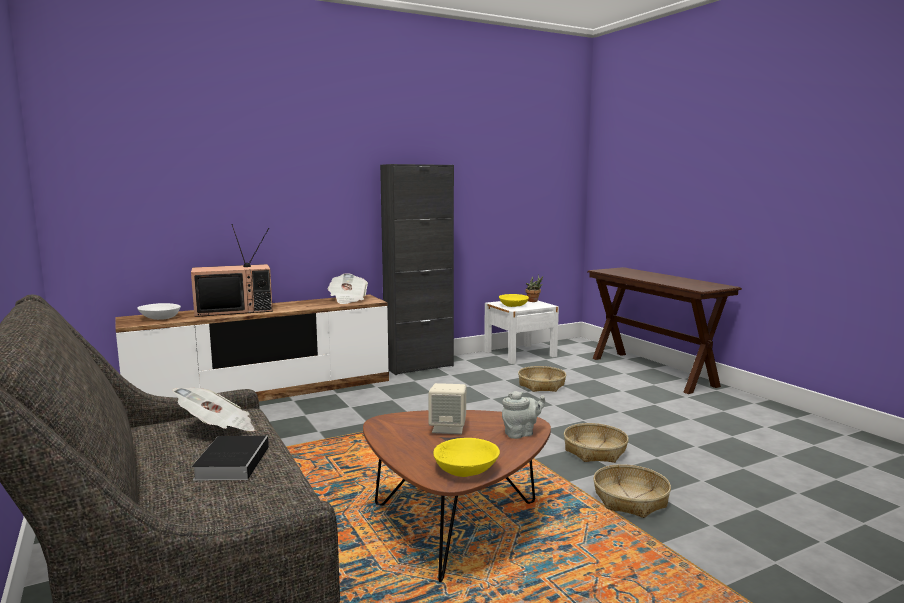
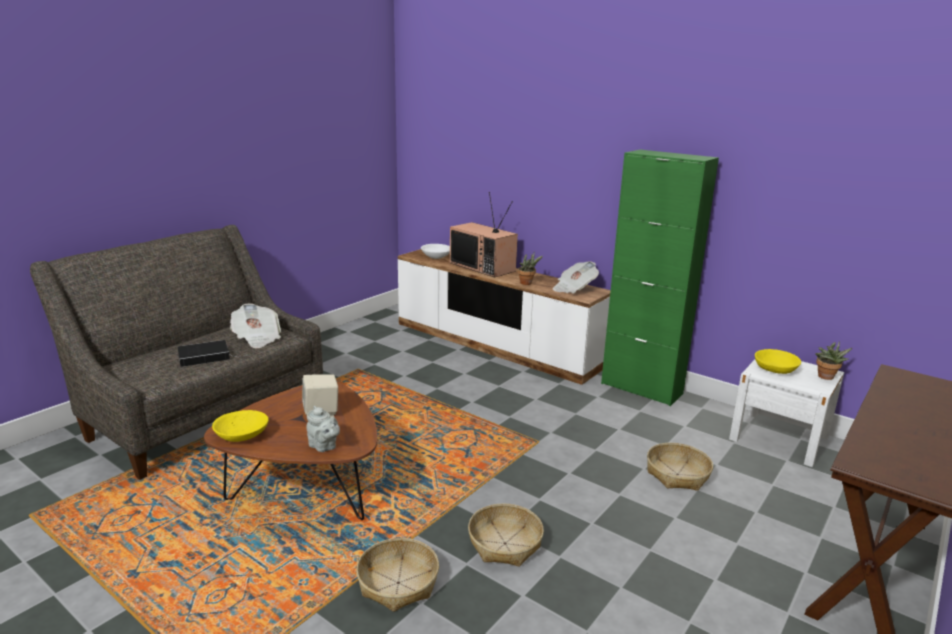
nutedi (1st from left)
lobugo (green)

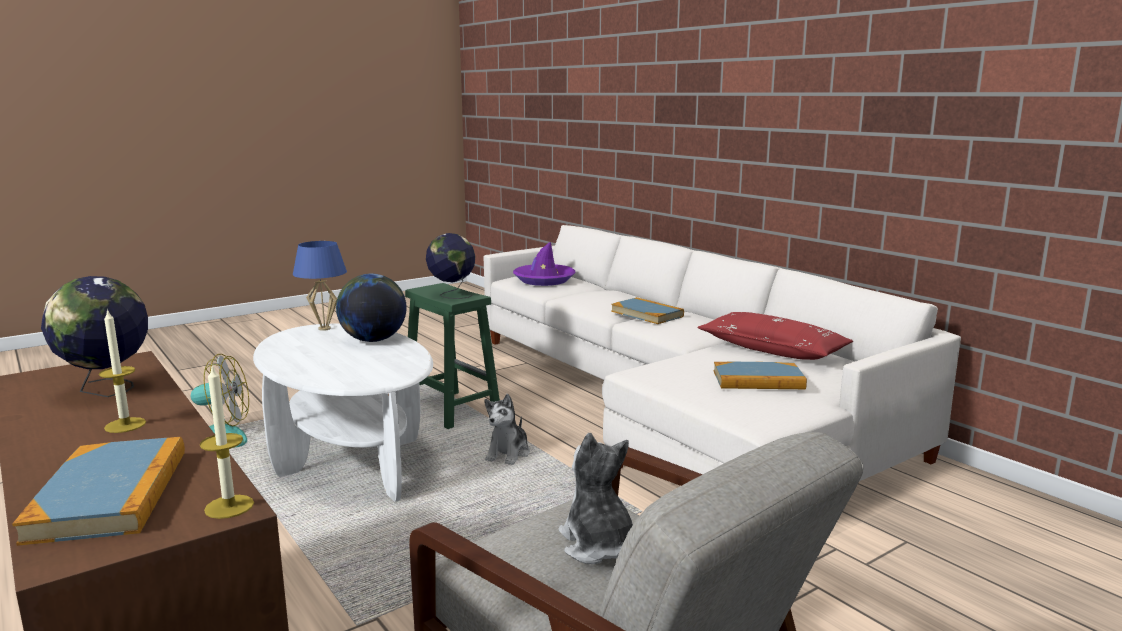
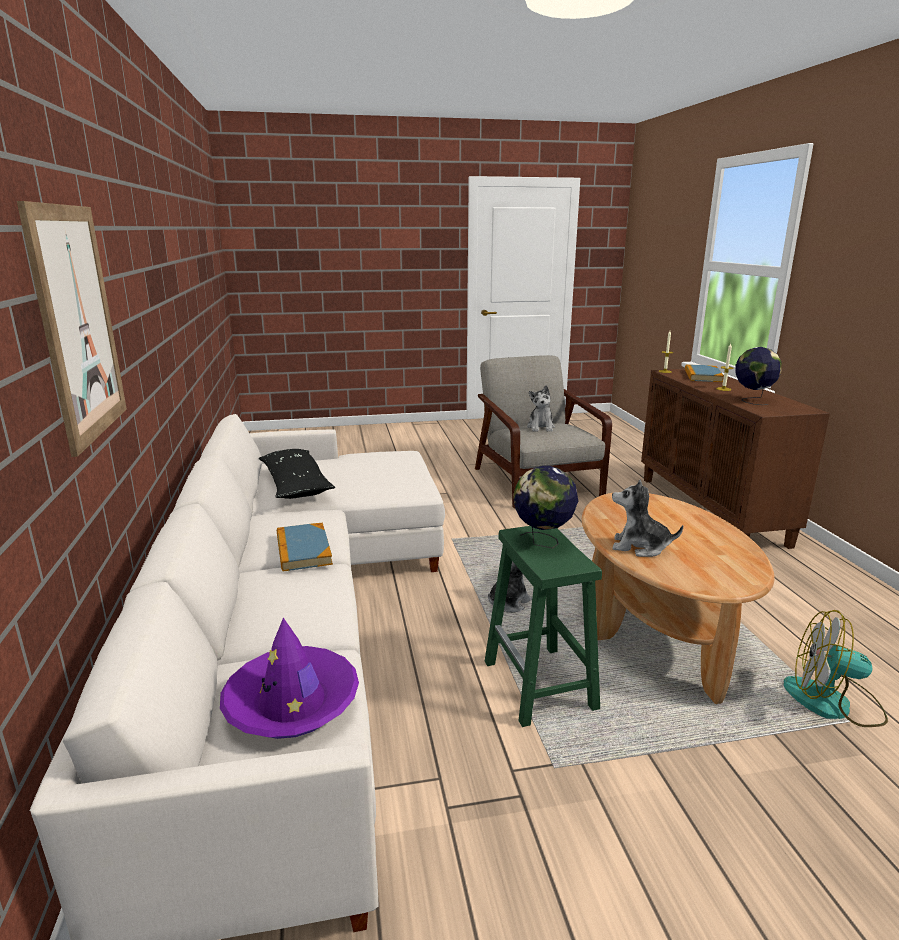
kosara
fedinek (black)
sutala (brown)
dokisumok (3rd from left)
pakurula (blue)
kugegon (3rd from left in the first image)

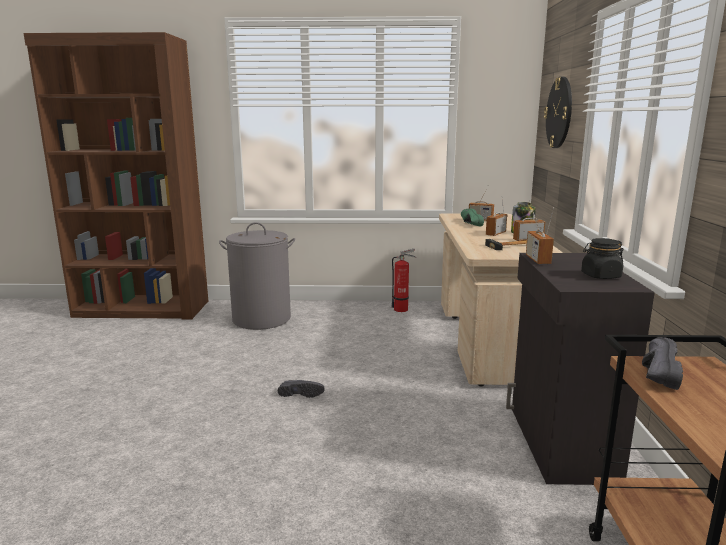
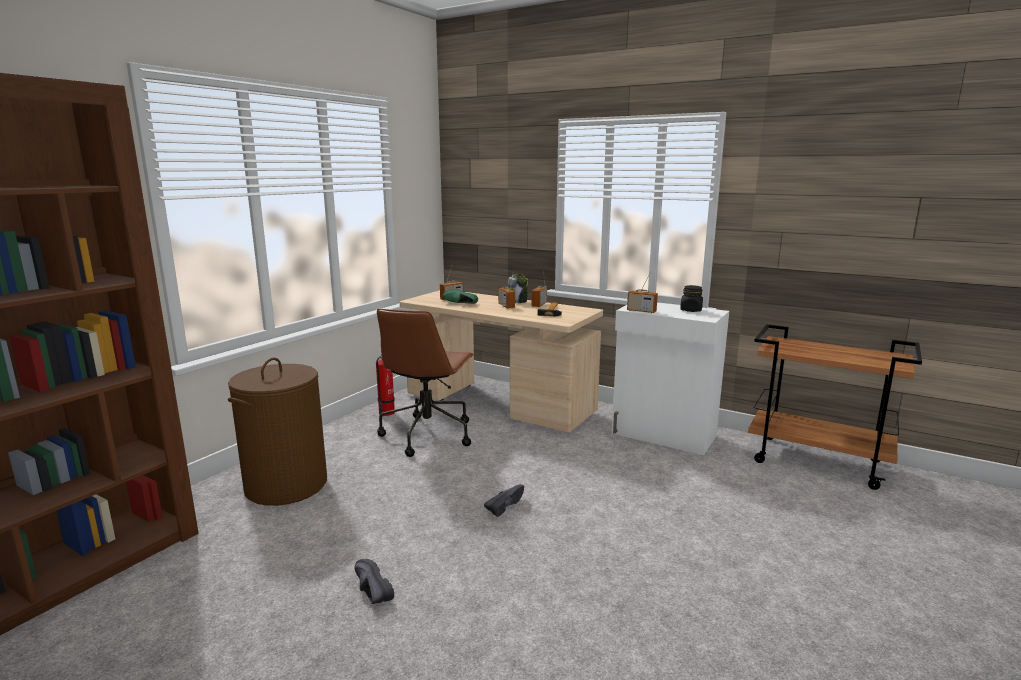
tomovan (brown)
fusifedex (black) (1st from left)
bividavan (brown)
lobugo (white)
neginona

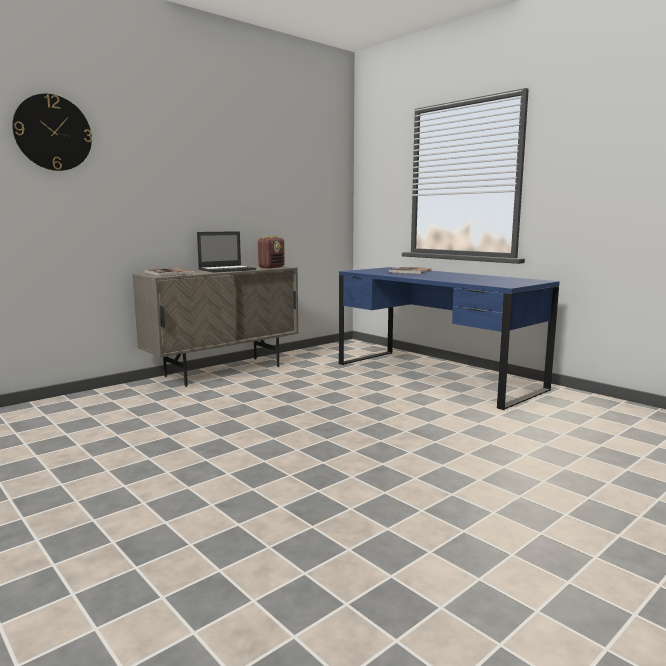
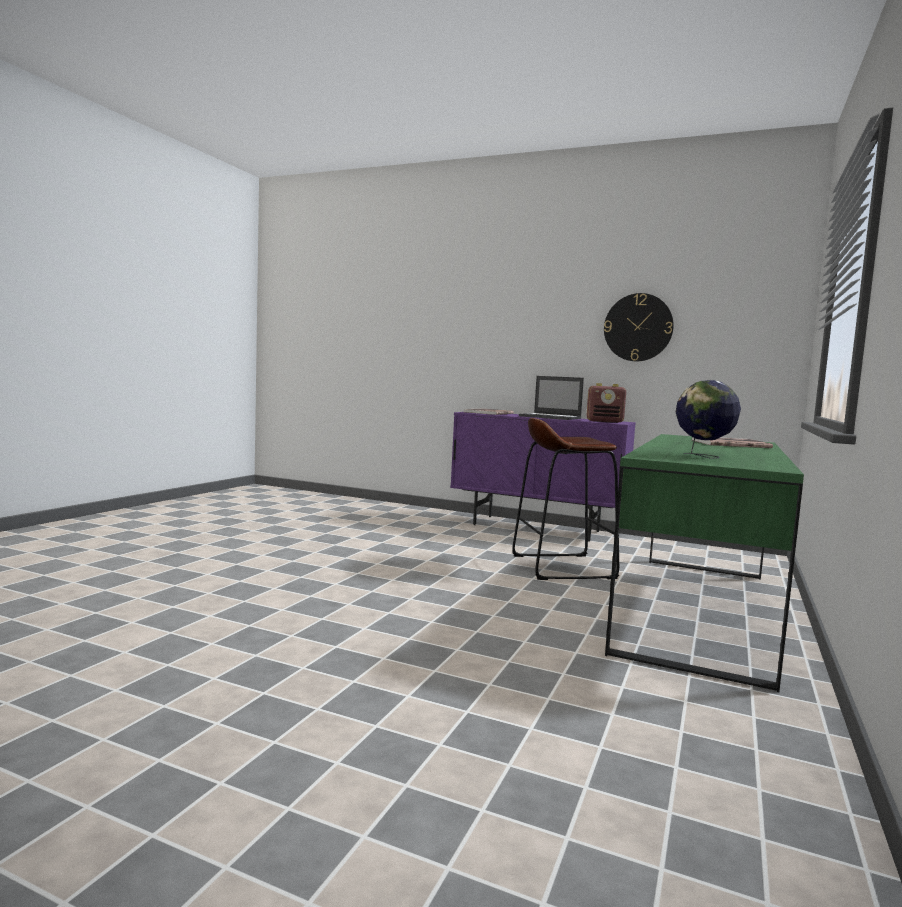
lobugo (purple)
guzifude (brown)
neginona
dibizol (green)
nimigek

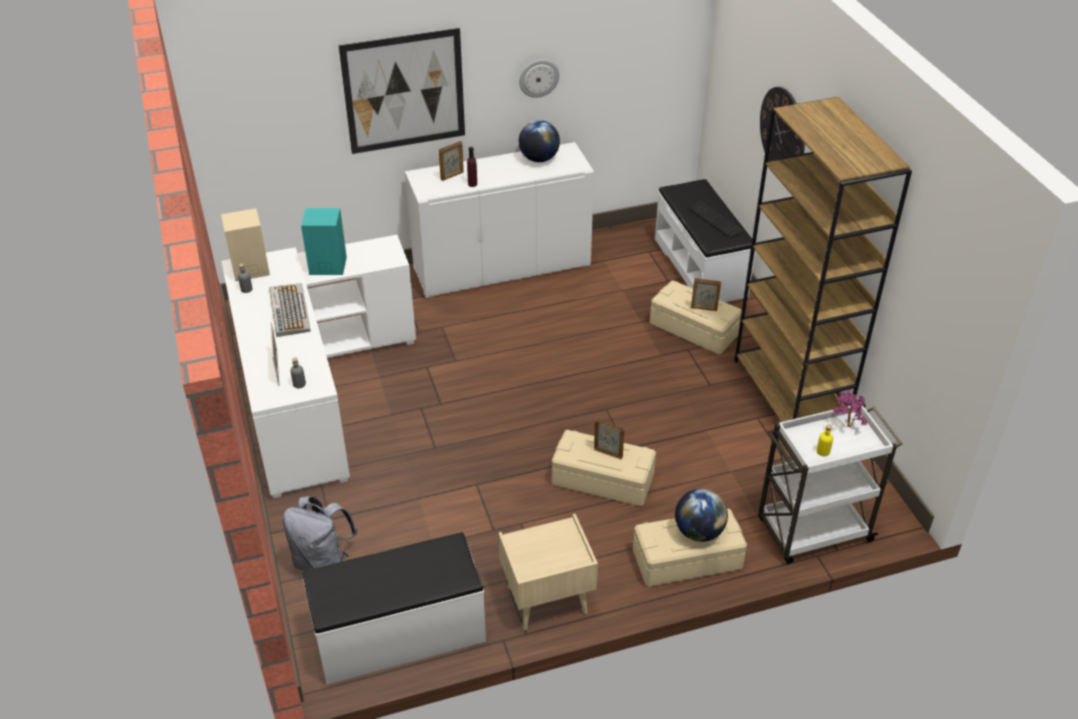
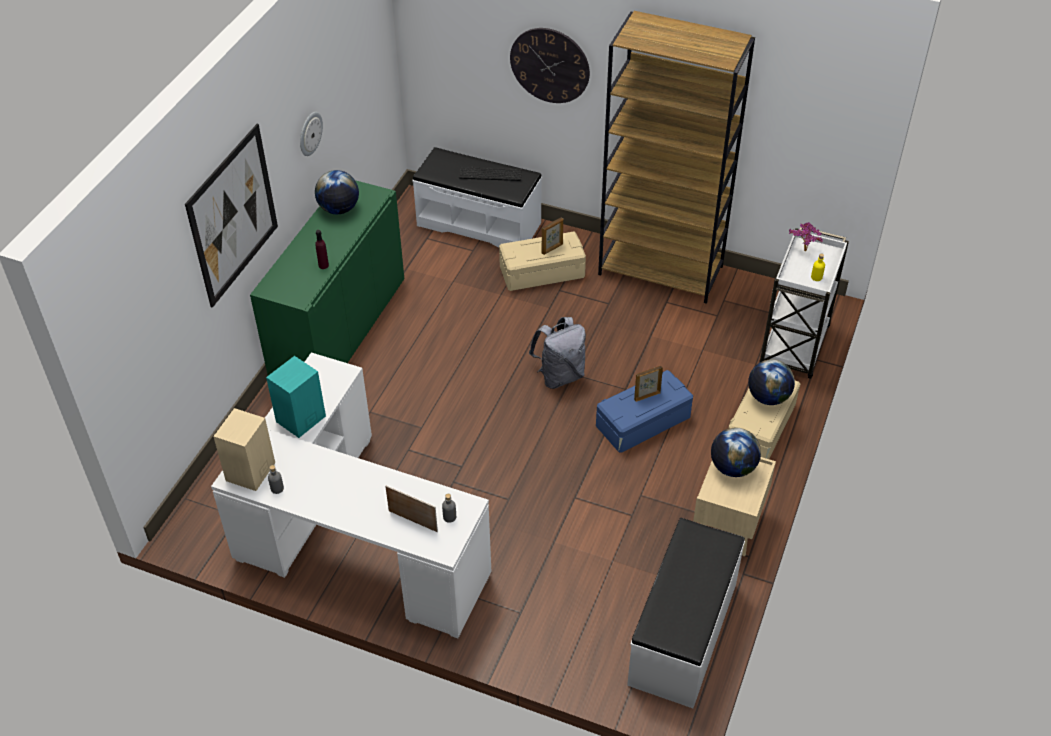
lobugo (green)
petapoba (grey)
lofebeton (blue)
nimigek (2nd from left)
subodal (1st from left in the first image)
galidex (2nd from left in the first image)

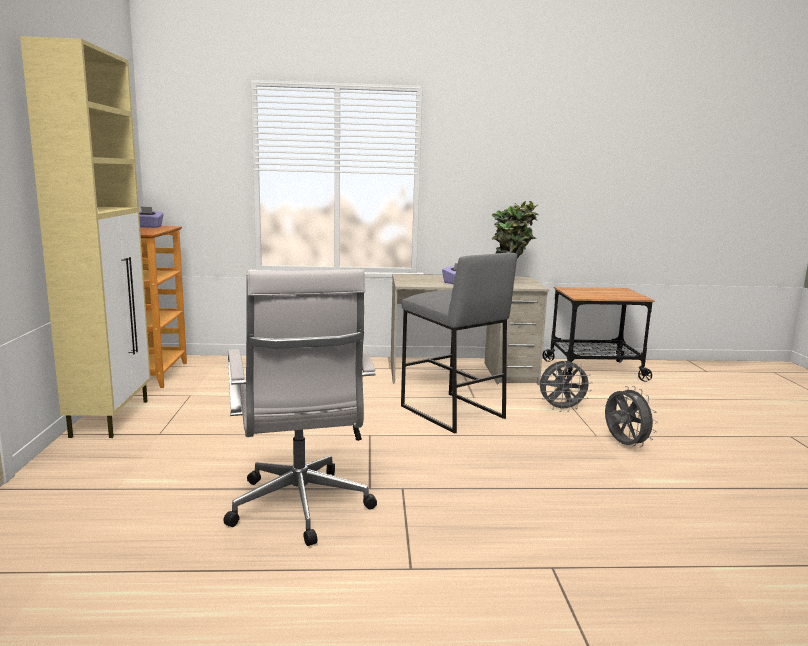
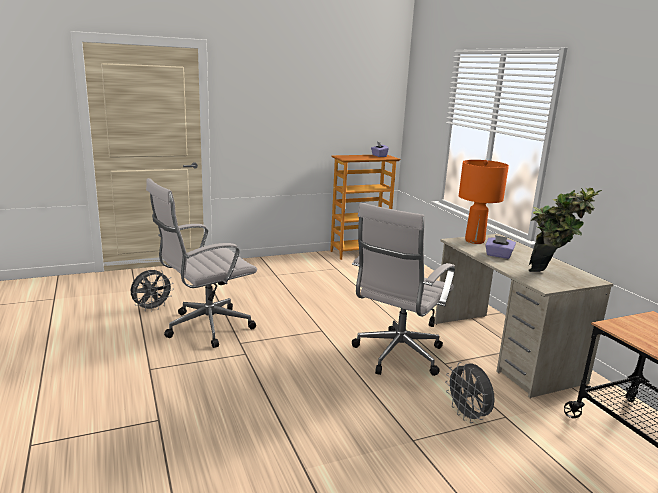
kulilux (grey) (1st from left)
bividavan (white) (2nd from left)
pakurula (orange)
lobugo (beige)

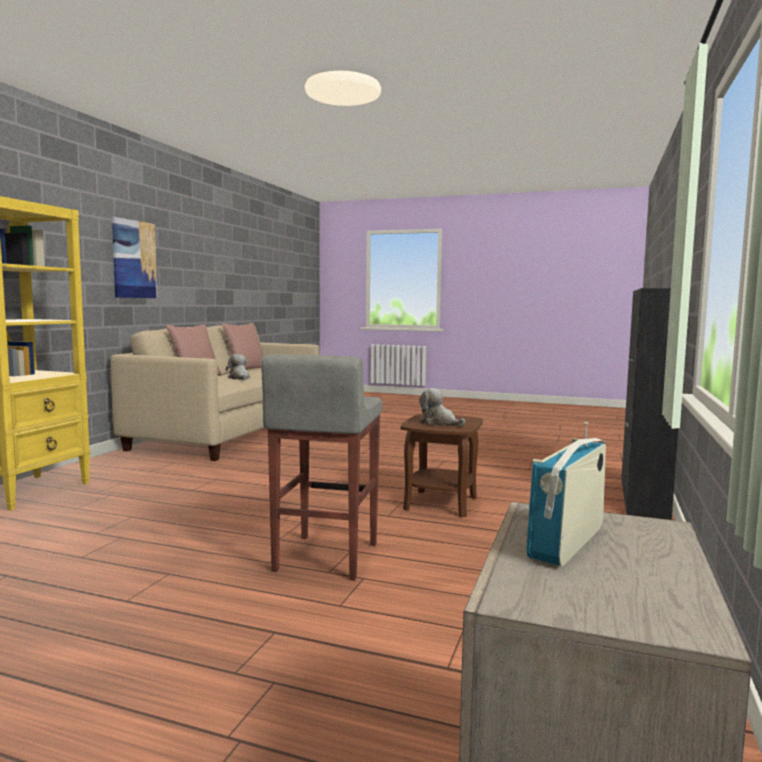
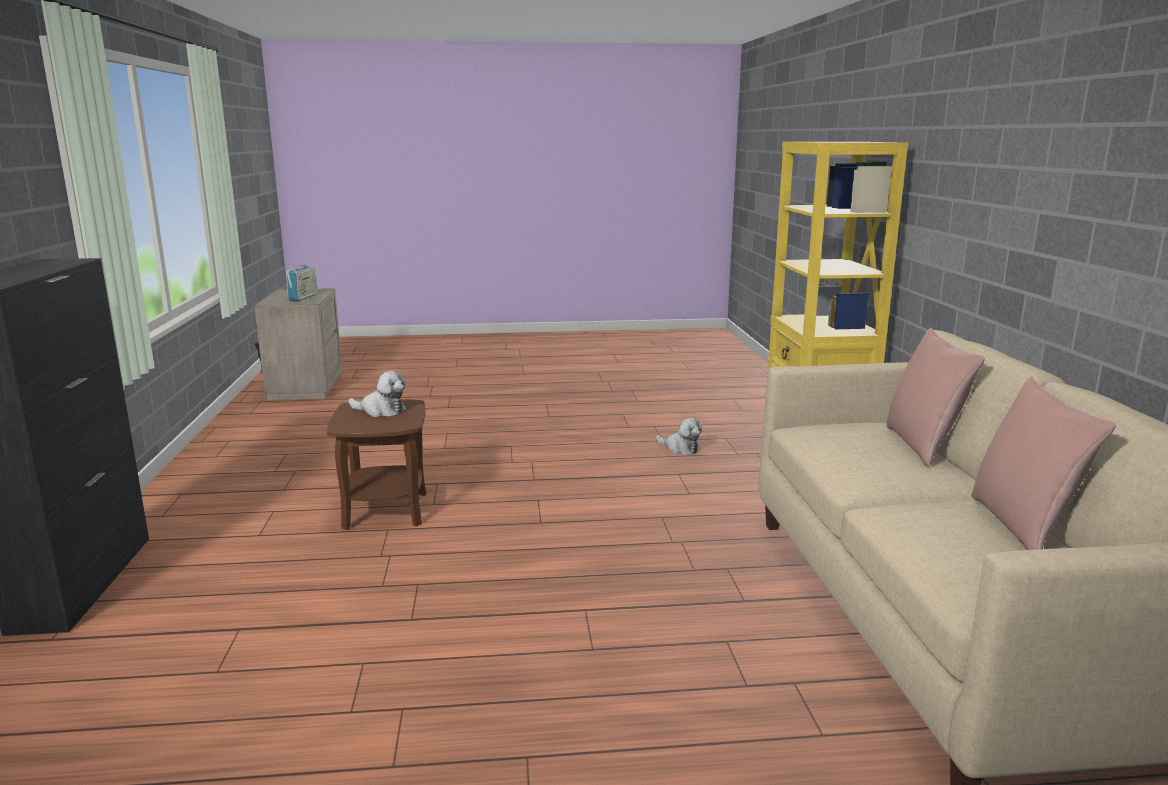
dokisumok (2nd from left)
kosara
guzifude (grey)

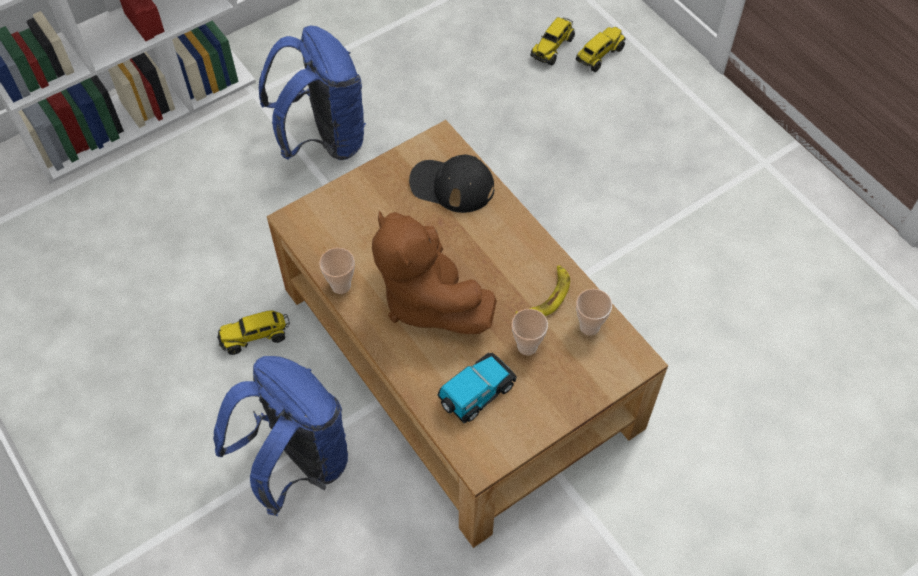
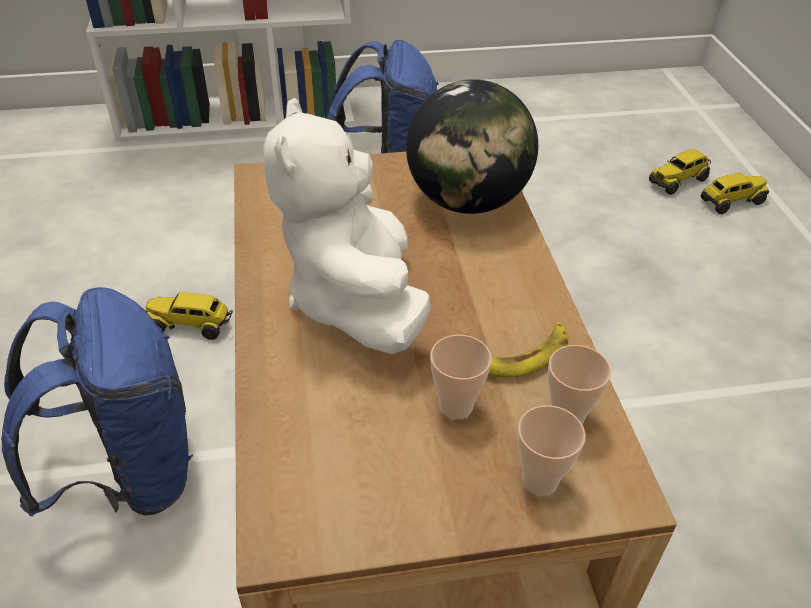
dokisumok (white)
nimigek
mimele (2nd from left)
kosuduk

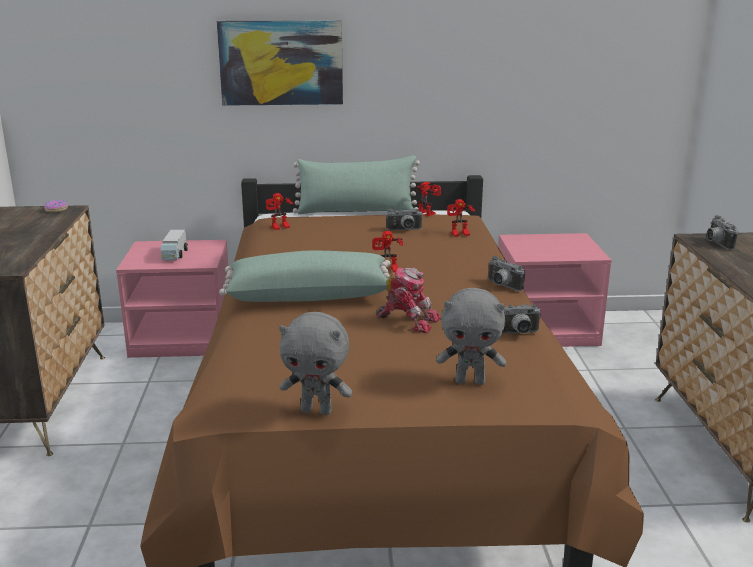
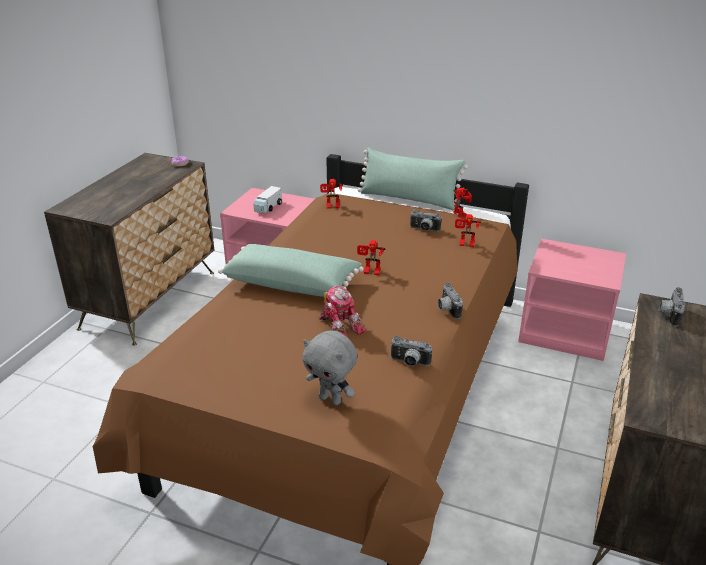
kosara
dokisumok (grey) (1st from left in the first image)

